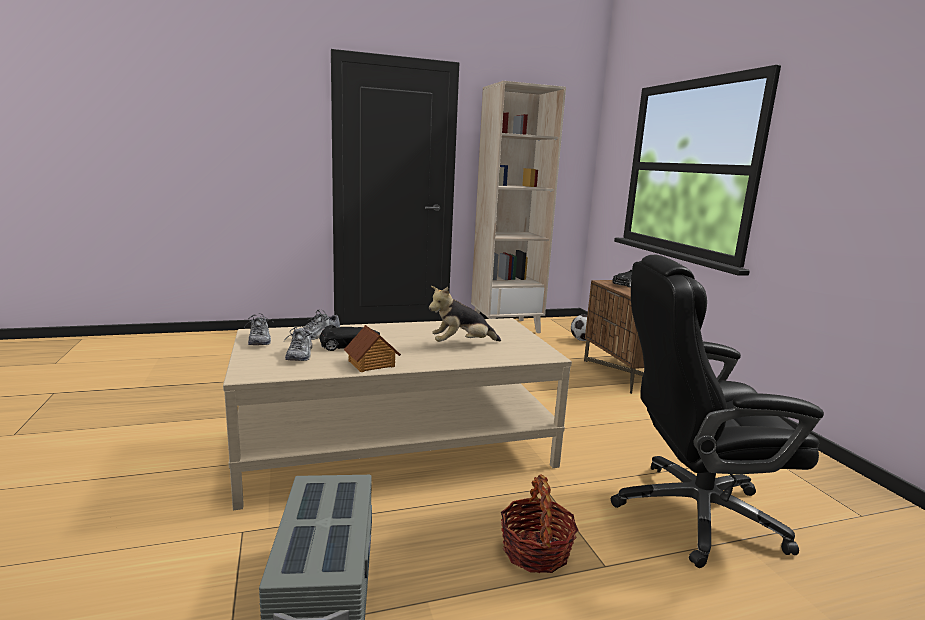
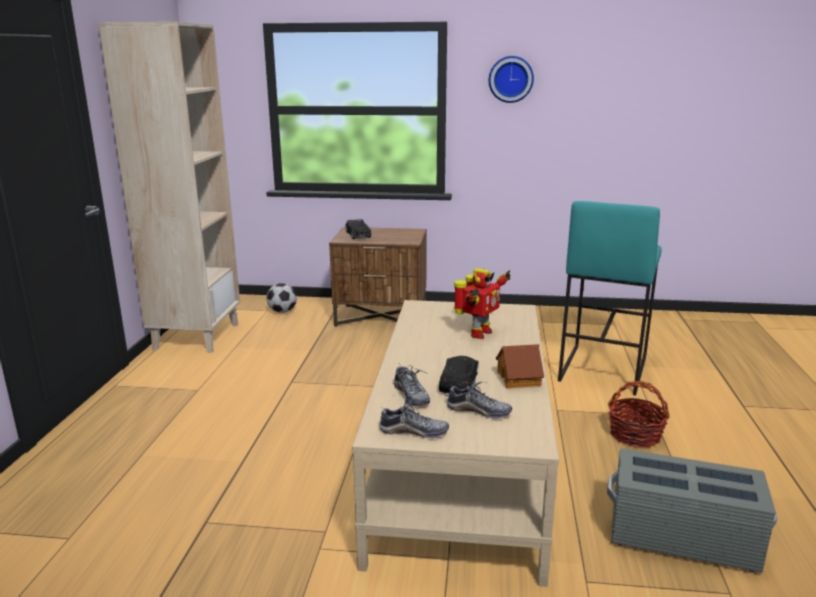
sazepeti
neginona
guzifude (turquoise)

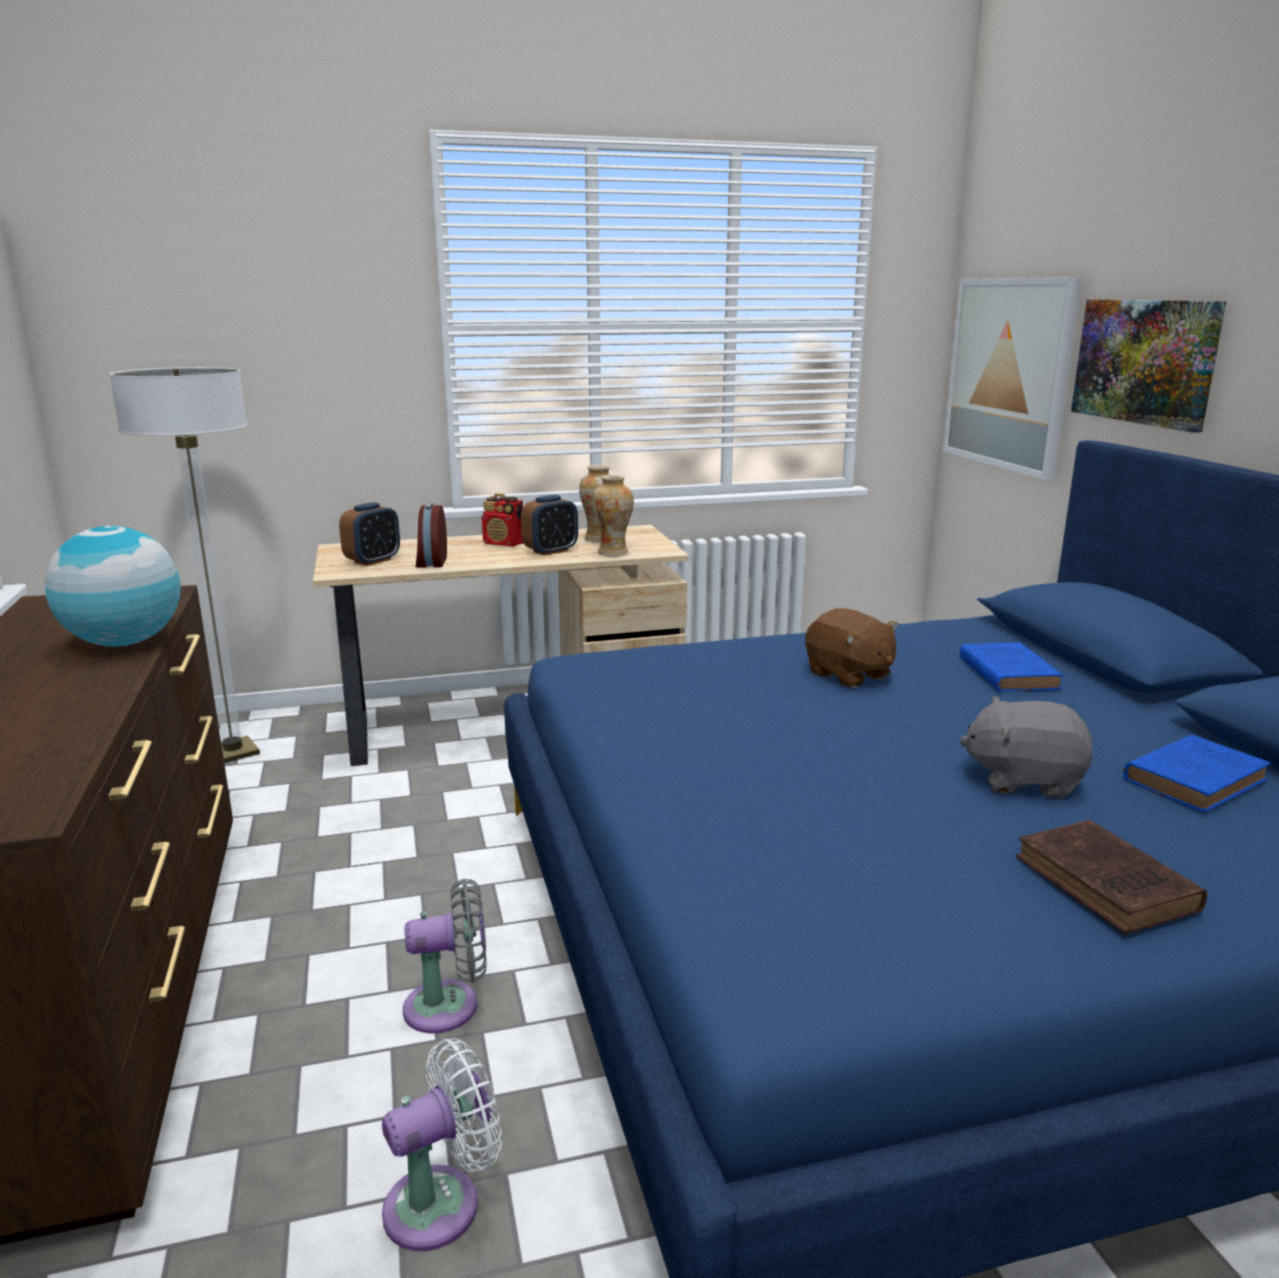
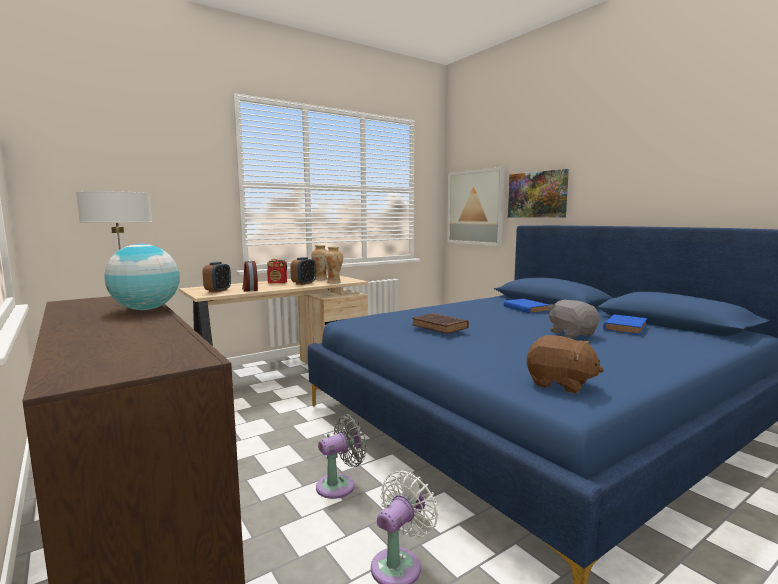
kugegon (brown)
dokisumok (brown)
dokisumok (grey)

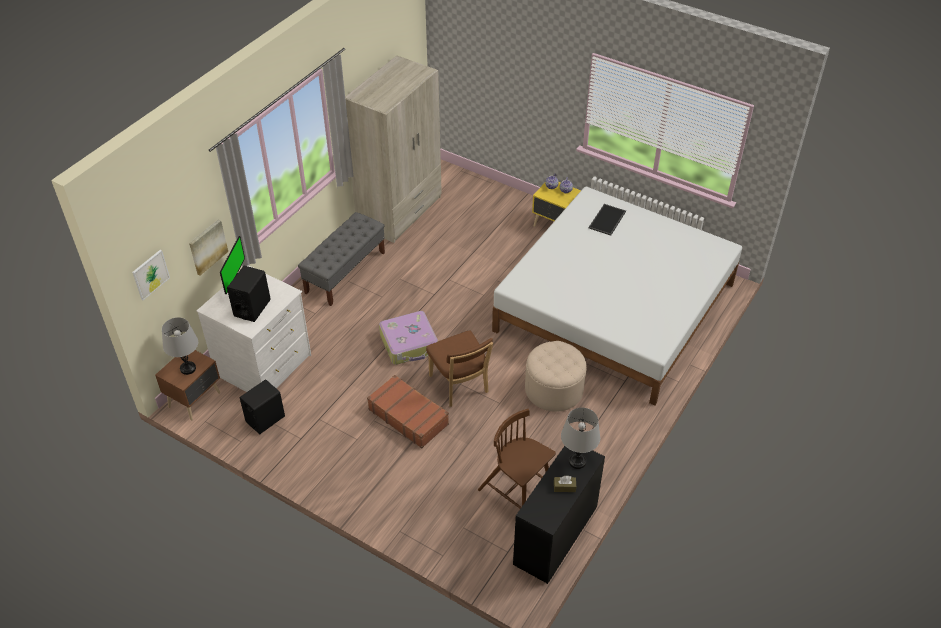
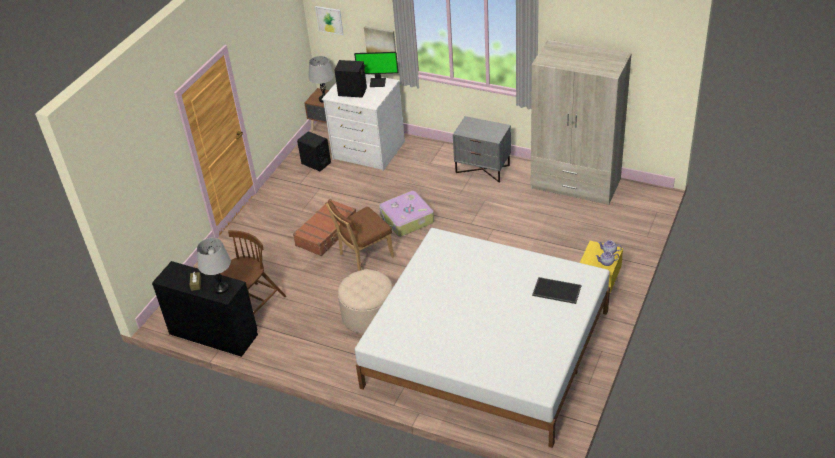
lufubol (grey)

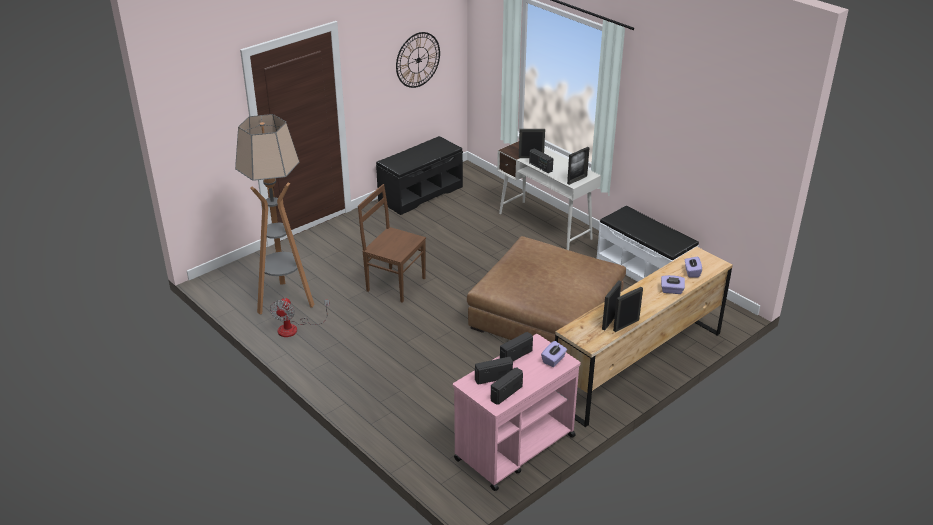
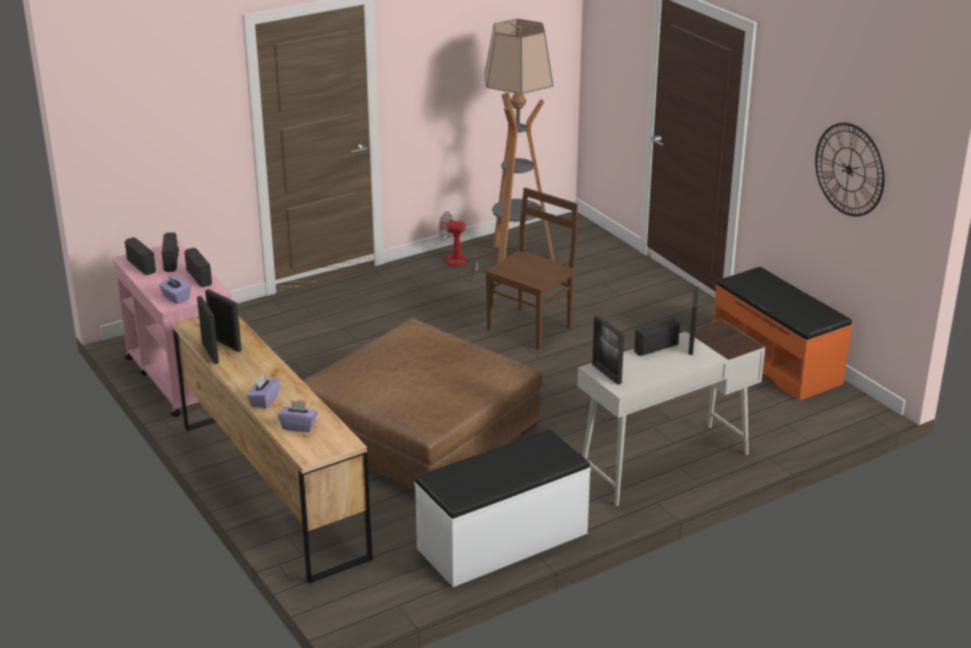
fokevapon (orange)

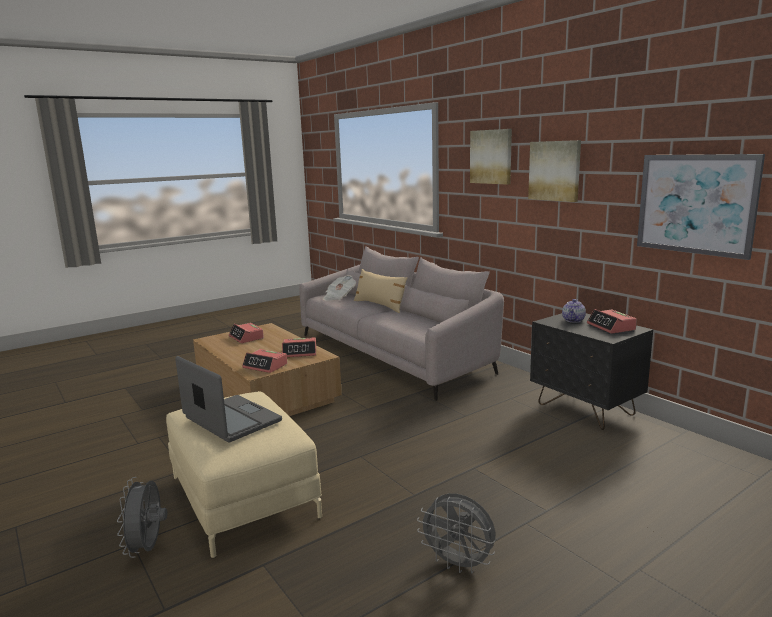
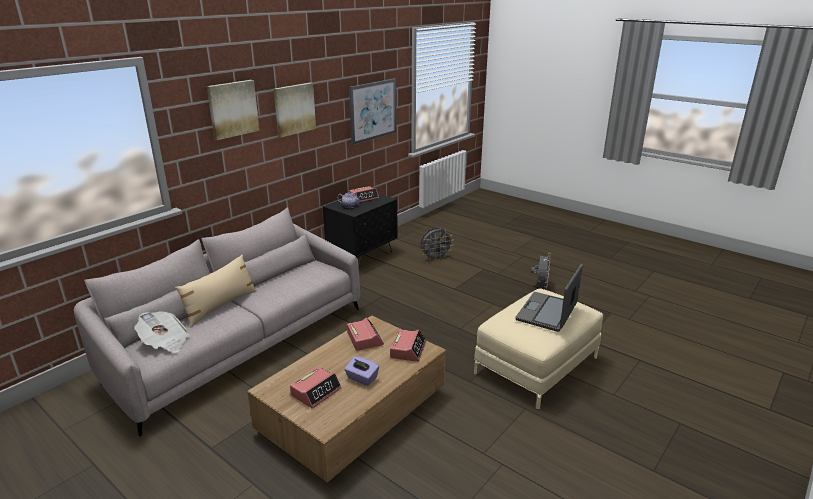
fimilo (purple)
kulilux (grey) (1st from left)

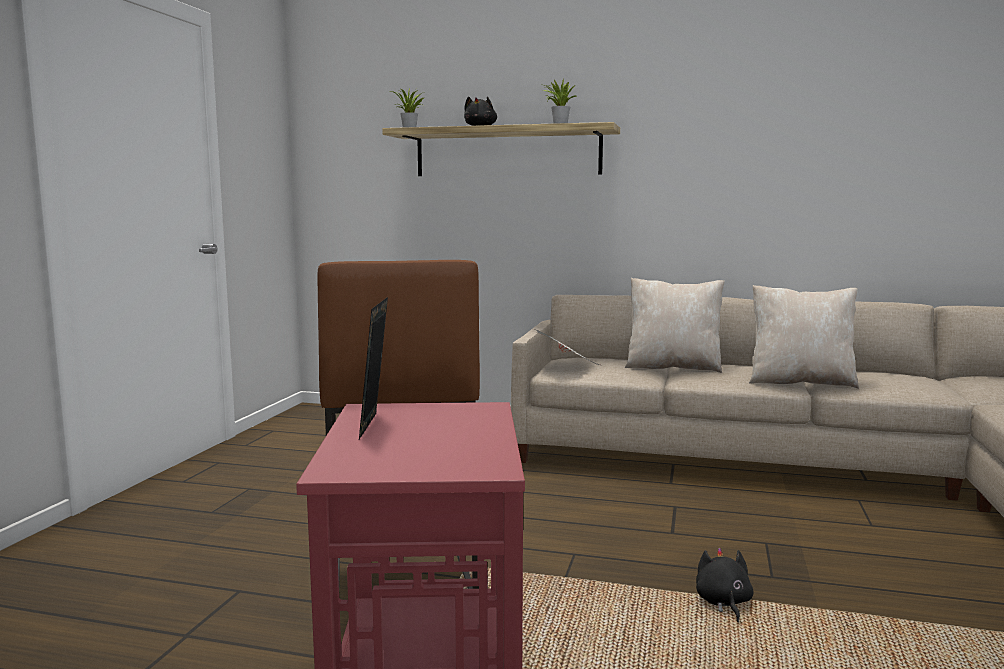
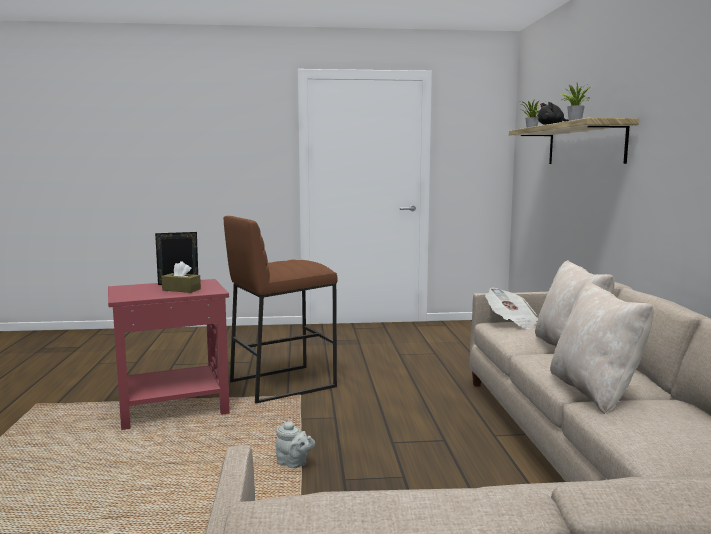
fimilo (brown)
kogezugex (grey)

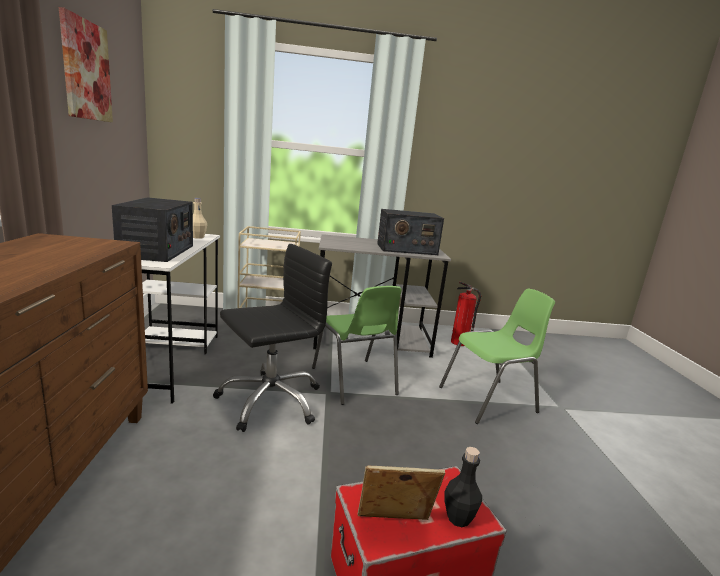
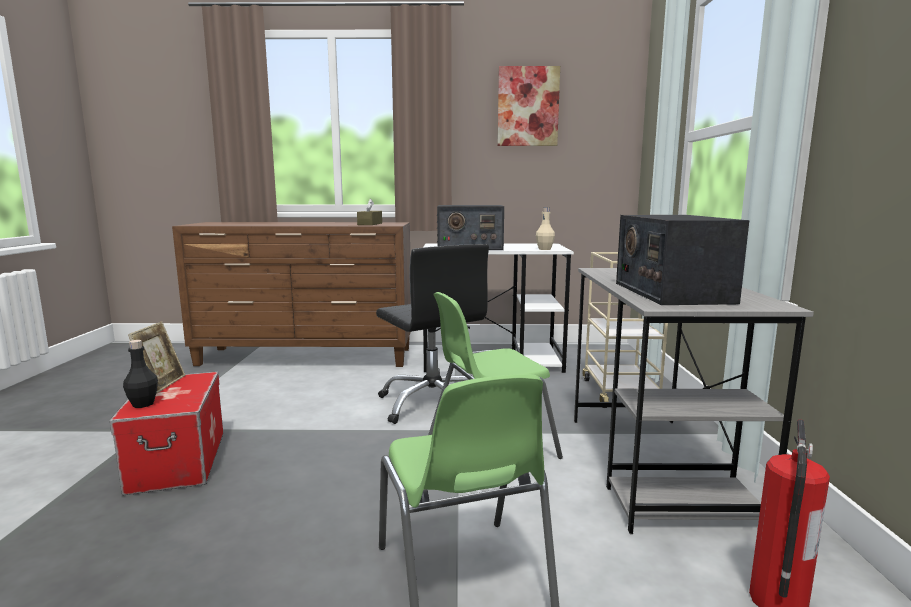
fimilo (brown)

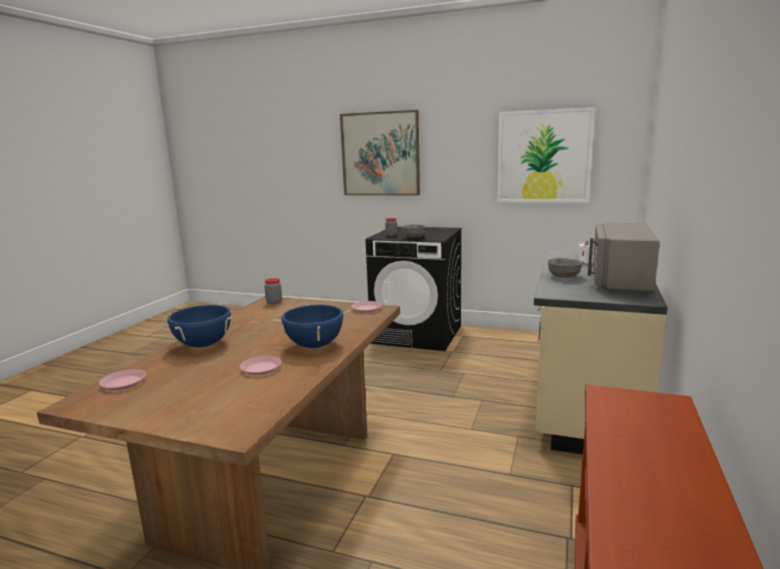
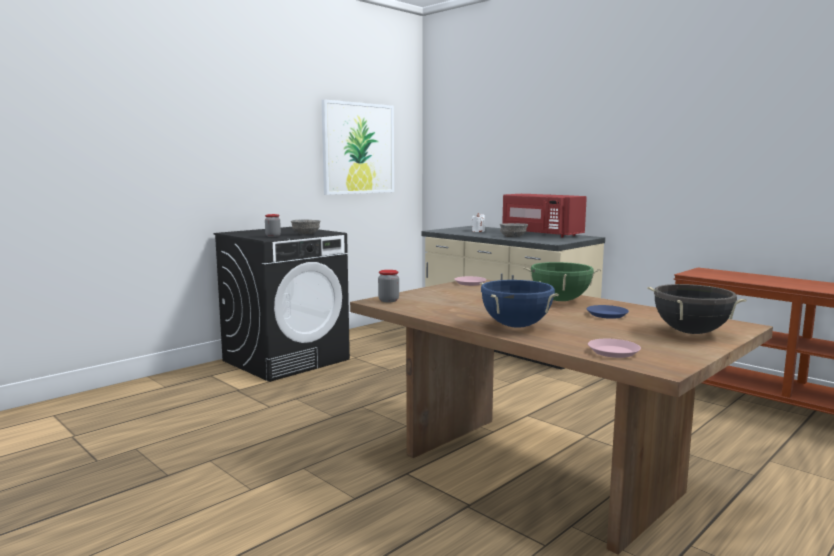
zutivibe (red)
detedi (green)
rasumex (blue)
detedi (black)
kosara (1st from left in the first image)

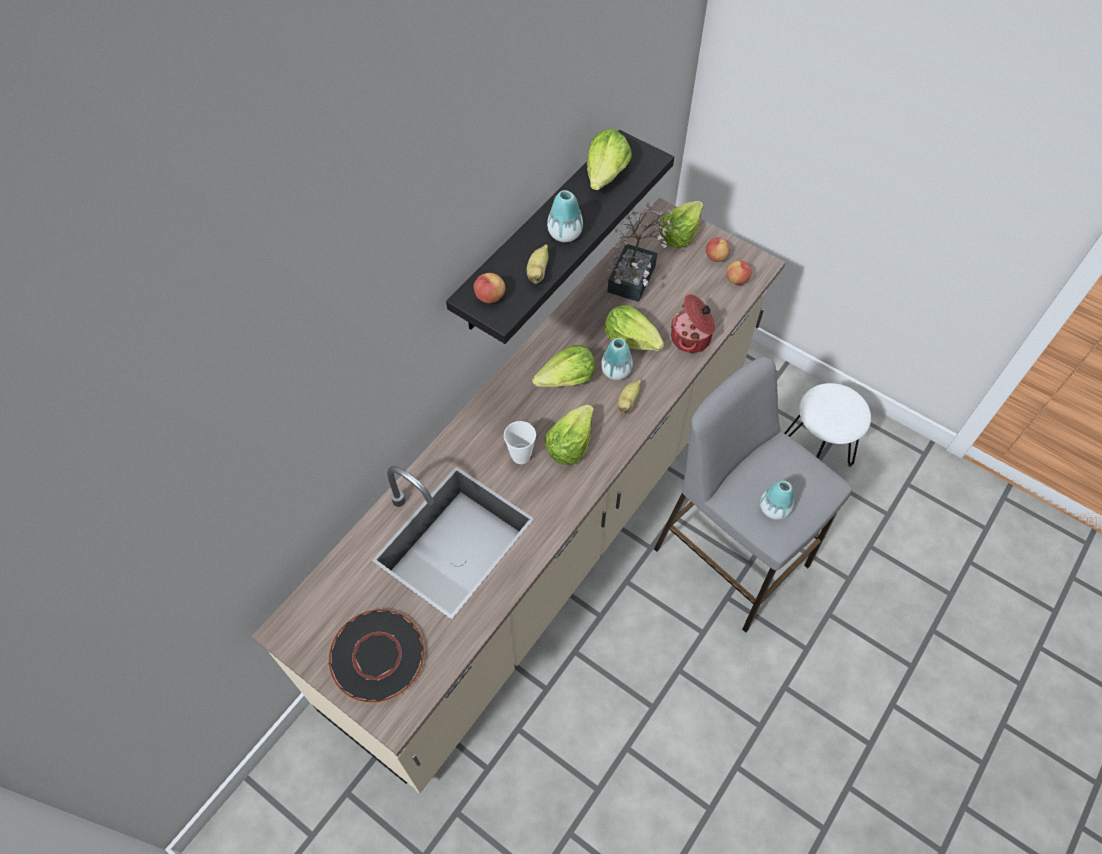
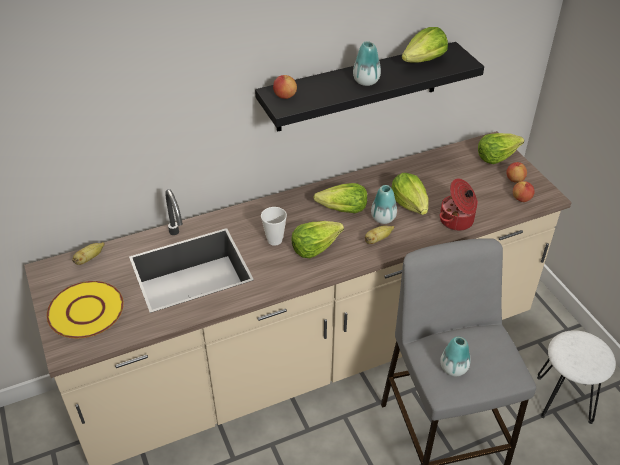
rasumex (yellow)
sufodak (1st from left)
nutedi

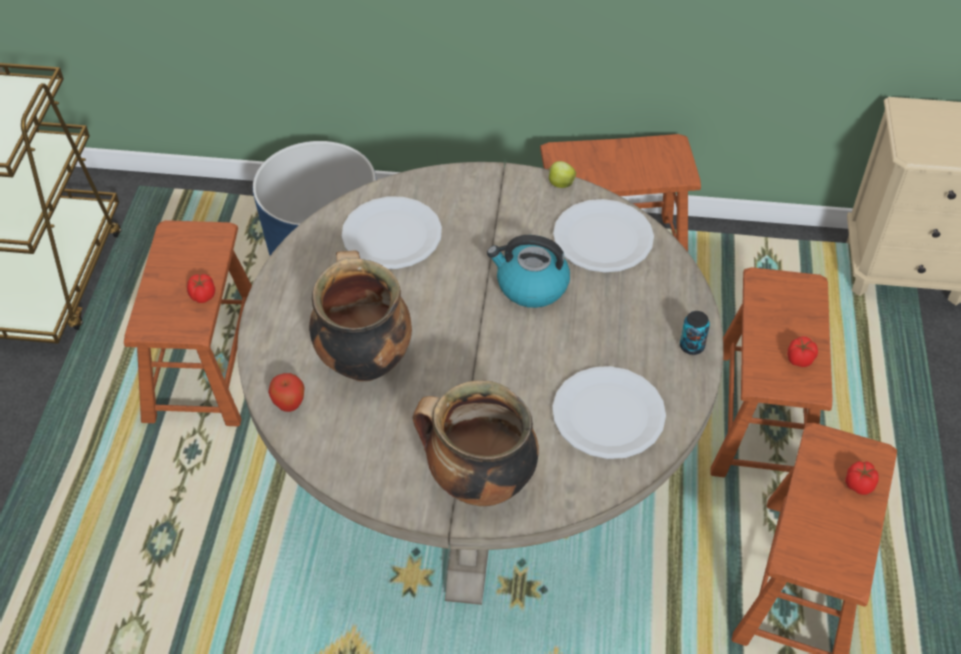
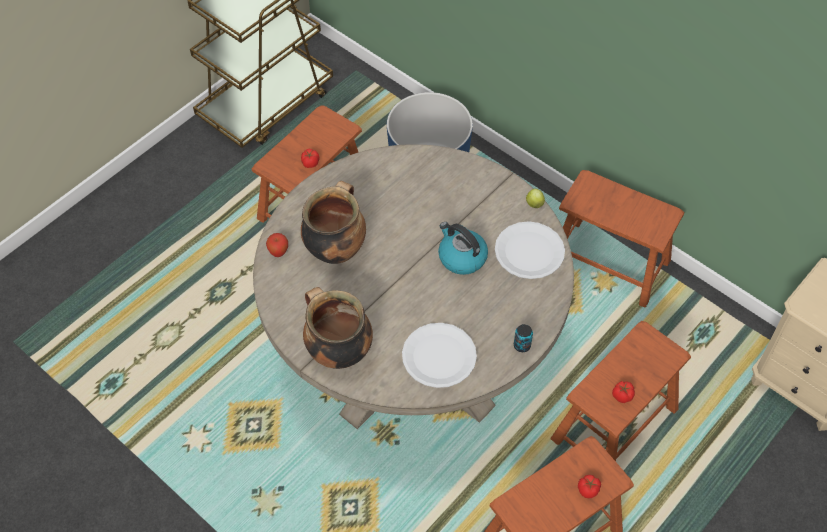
rasumex (white) (1st from left in the first image)

